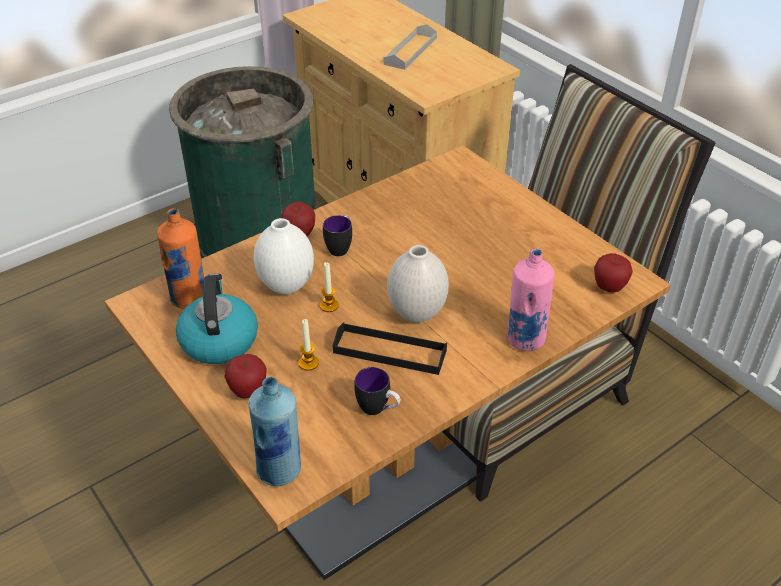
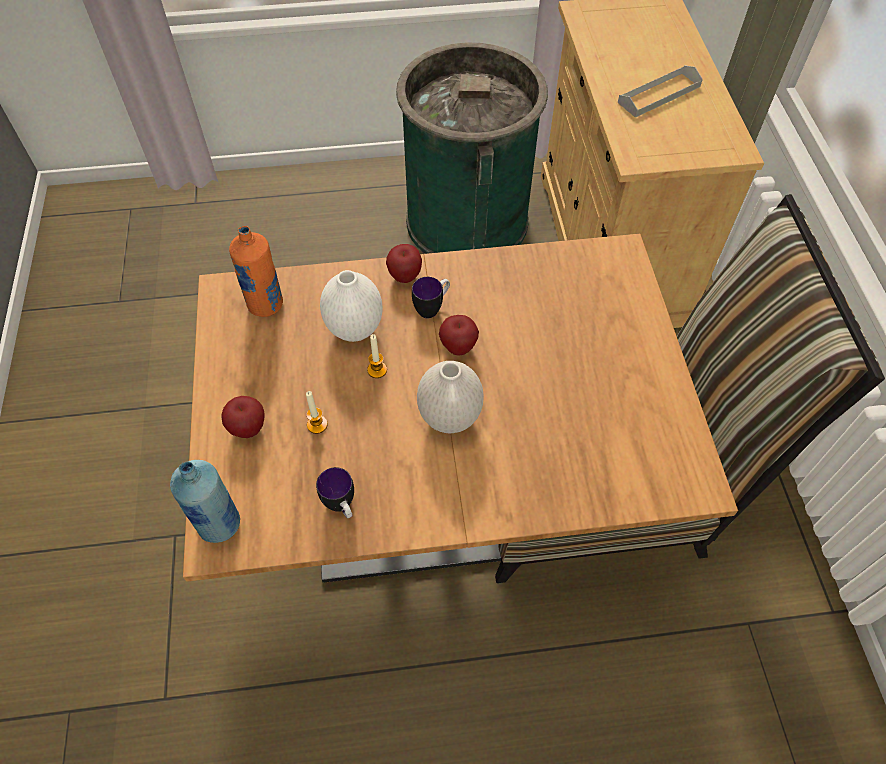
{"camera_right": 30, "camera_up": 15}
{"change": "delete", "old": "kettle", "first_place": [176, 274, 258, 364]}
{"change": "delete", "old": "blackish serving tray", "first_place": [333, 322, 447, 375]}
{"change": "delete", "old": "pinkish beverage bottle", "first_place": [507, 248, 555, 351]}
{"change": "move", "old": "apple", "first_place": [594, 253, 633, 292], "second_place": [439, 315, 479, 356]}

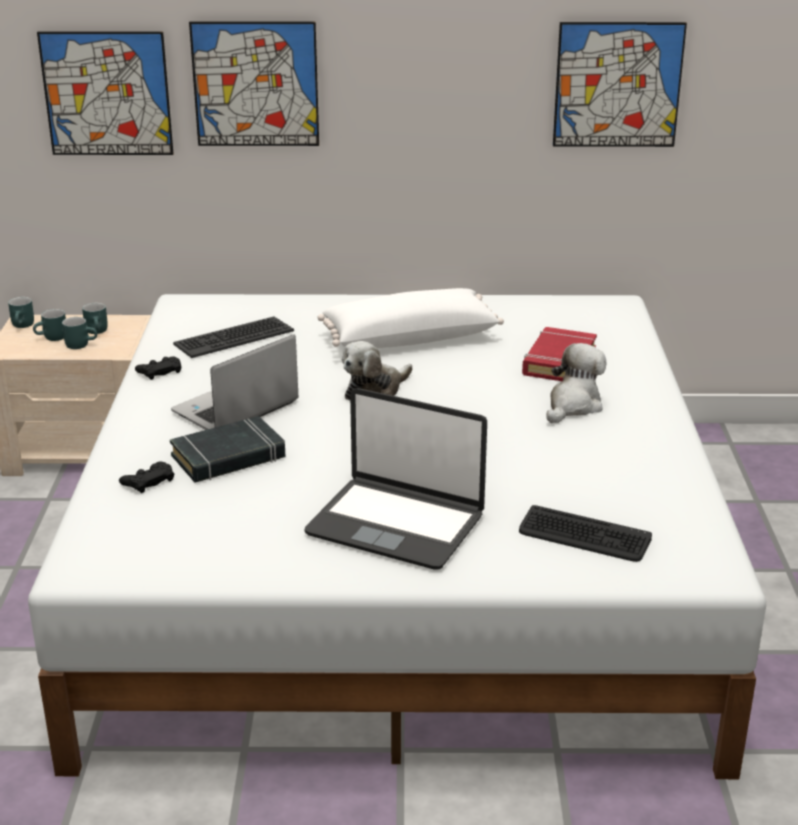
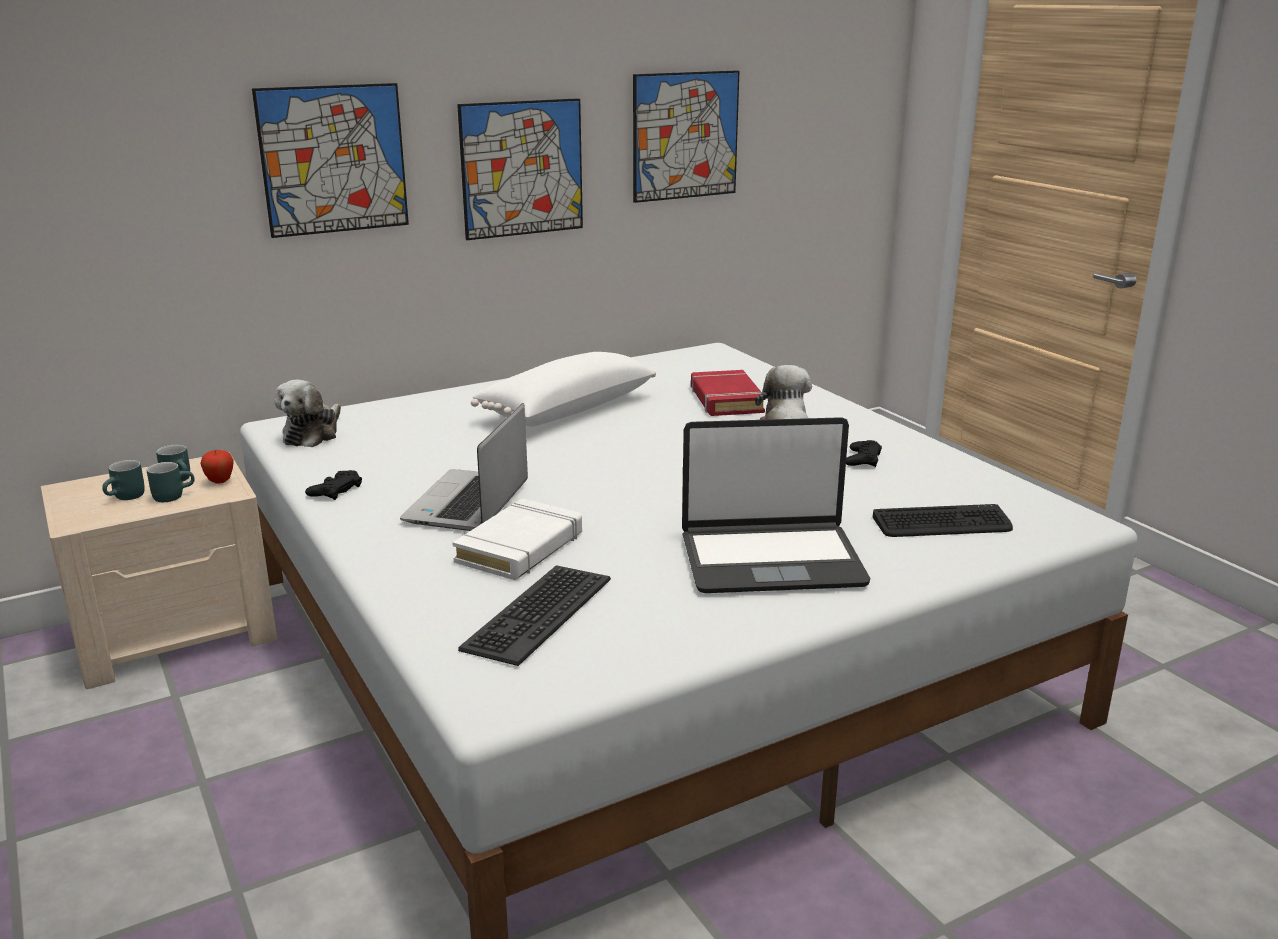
{"camera_right": -30, "camera_up": -5}
{"change": "delete", "old": "blue-green mug", "first_place": [8, 297, 34, 328]}
{"change": "move", "old": "wall art", "first_place": [37, 31, 174, 155], "second_place": [457, 98, 583, 240]}
{"change": "move", "old": "blackish gamepad", "first_place": [119, 461, 174, 493], "second_place": [846, 440, 882, 467]}
{"change": "recolor", "old": "blackish book", "new": "whitish book", "first_place": [170, 416, 286, 482], "second_place": [452, 498, 582, 580]}
{"change": "move", "old": "keyboard", "first_place": [173, 317, 294, 358], "second_place": [458, 565, 611, 666]}
{"change": "move", "old": "plush toy", "first_place": [342, 341, 413, 400], "second_place": [275, 379, 341, 447]}
{"change": "insert", "new": "apple", "second_place": [200, 450, 234, 483]}

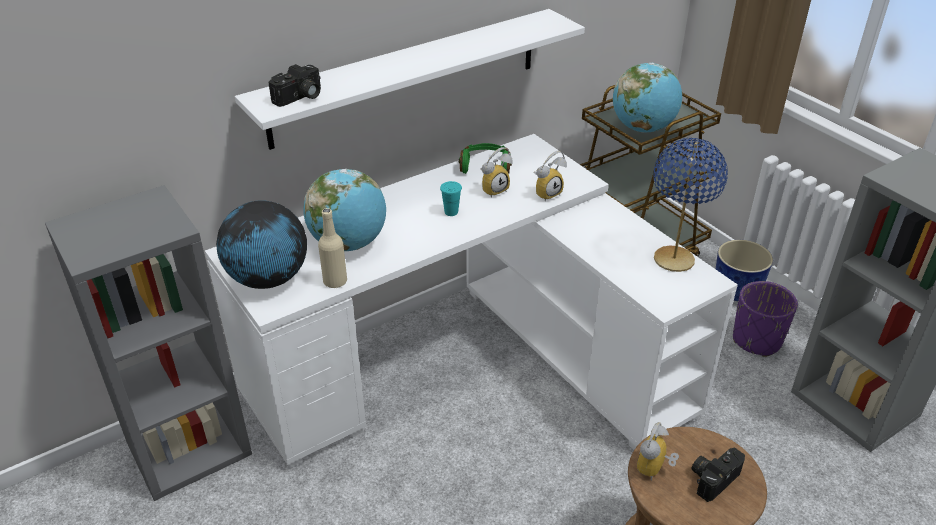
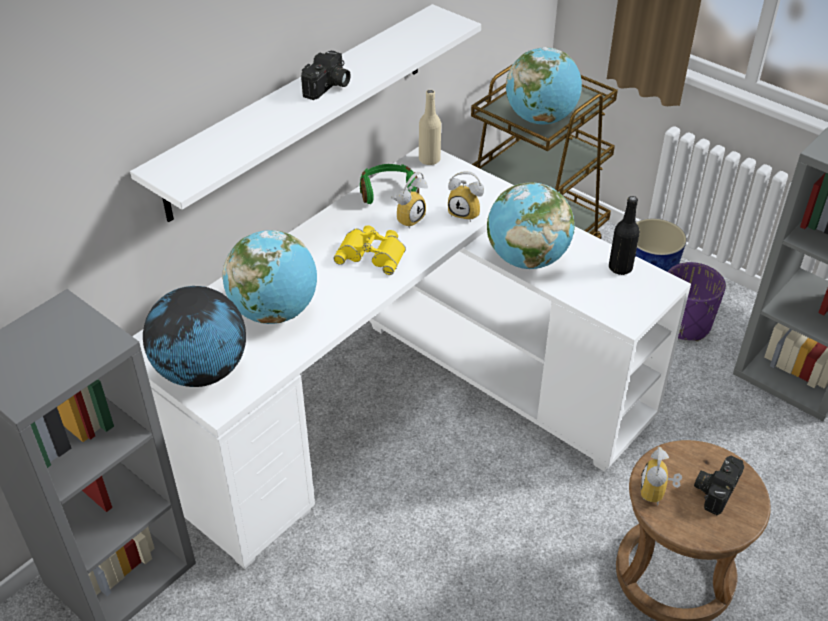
{"camera_right": -15, "camera_up": 5}
{"change": "move", "old": "photo camera", "first_place": [269, 64, 321, 107], "second_place": [301, 51, 351, 100]}
{"change": "move", "old": "sand-coloured beverage bottle", "first_place": [318, 208, 347, 288], "second_place": [419, 90, 441, 165]}
{"change": "replace", "old": "blue-green small cup", "new": "yellow field glasses", "first_place": [440, 181, 462, 216], "second_place": [333, 225, 406, 275]}
{"change": "rotate", "old": "table clock", "first_place": [534, 151, 567, 202], "second_place": [448, 171, 484, 222], "degrees": 75}
{"change": "replace", "old": "blue table lamp", "new": "blackish beverage bottle", "first_place": [653, 138, 728, 272], "second_place": [609, 196, 640, 275]}
{"change": "insert", "new": "world globe", "second_place": [487, 182, 575, 269]}

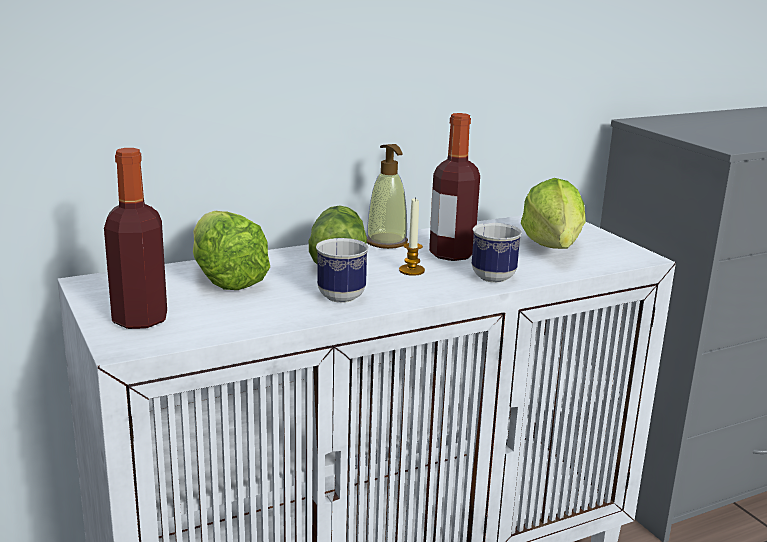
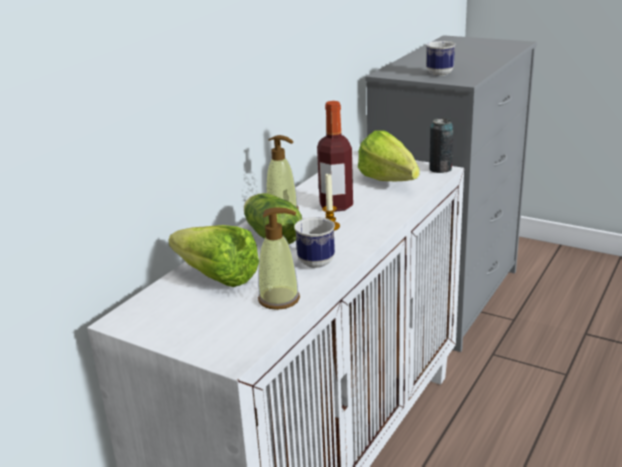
{"camera_right": -30, "camera_up": 5}
{"change": "delete", "old": "beverage bottle", "first_place": [104, 148, 167, 329]}
{"change": "move", "old": "mug", "first_place": [472, 223, 522, 283], "second_place": [426, 41, 456, 76]}
{"change": "insert", "new": "liquid soap bottle", "second_place": [258, 207, 300, 310]}
{"change": "insert", "new": "can", "second_place": [429, 118, 453, 173]}

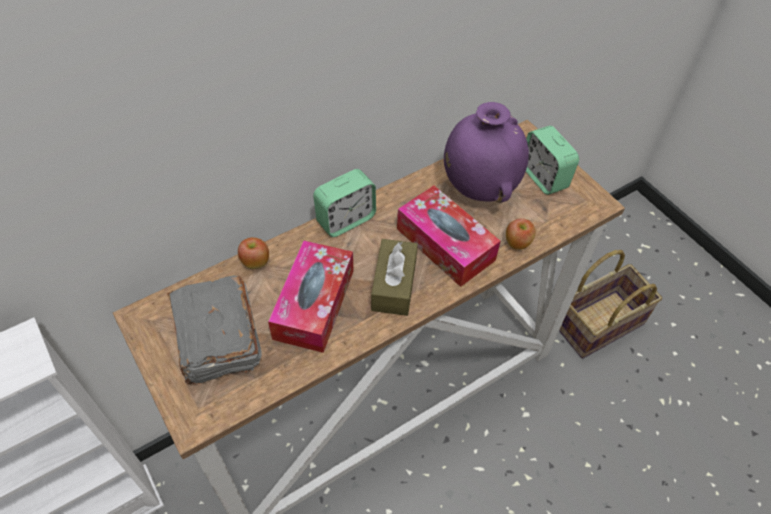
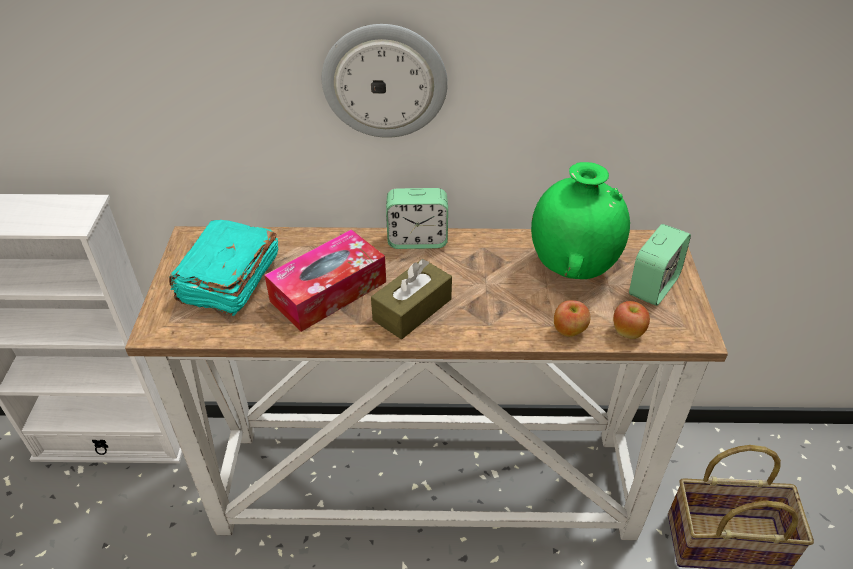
{"camera_right": 35, "camera_up": -10}
{"change": "recolor", "old": "gray book", "new": "blue-green book", "first_place": [167, 275, 262, 385], "second_place": [169, 220, 279, 316]}
{"change": "move", "old": "apple", "first_place": [238, 237, 269, 269], "second_place": [613, 301, 650, 339]}
{"change": "delete", "old": "tissue box", "first_place": [397, 186, 501, 287]}
{"change": "recolor", "old": "purplish vase", "new": "green vase", "first_place": [444, 102, 529, 203], "second_place": [531, 162, 630, 279]}
{"change": "rotate", "old": "table clock", "first_place": [526, 126, 579, 195], "second_place": [629, 224, 691, 306], "degrees": -150}
{"change": "insert", "new": "hanging clock", "second_place": [322, 24, 448, 138]}

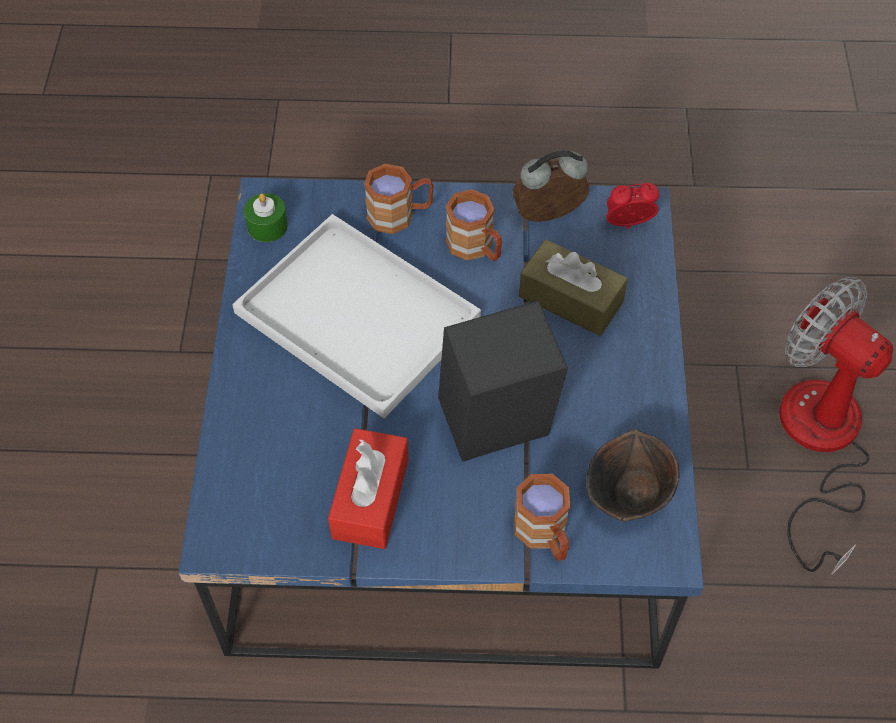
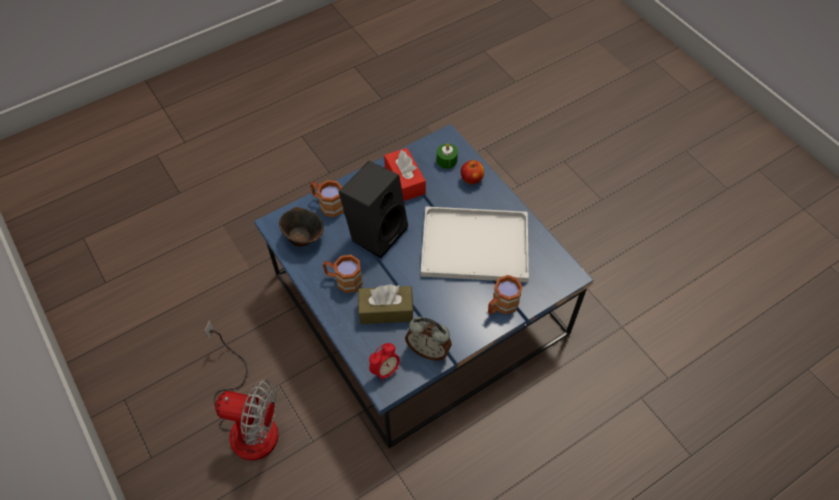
{"camera_right": 145, "camera_up": 0}
{"change": "move", "old": "green wax candle", "first_place": [244, 193, 288, 242], "second_place": [437, 144, 458, 169]}
{"change": "move", "old": "brown mug", "first_place": [446, 189, 502, 261], "second_place": [323, 255, 363, 293]}
{"change": "rotate", "old": "table clock", "first_place": [513, 150, 589, 222], "second_place": [405, 317, 452, 361], "degrees": 75}
{"change": "insert", "new": "apple", "second_place": [461, 160, 484, 184]}

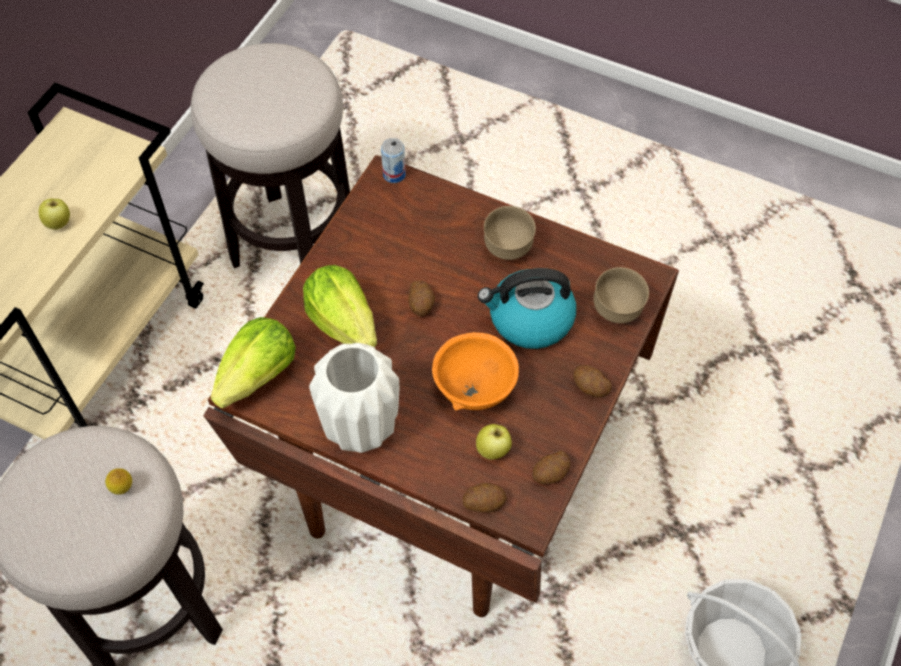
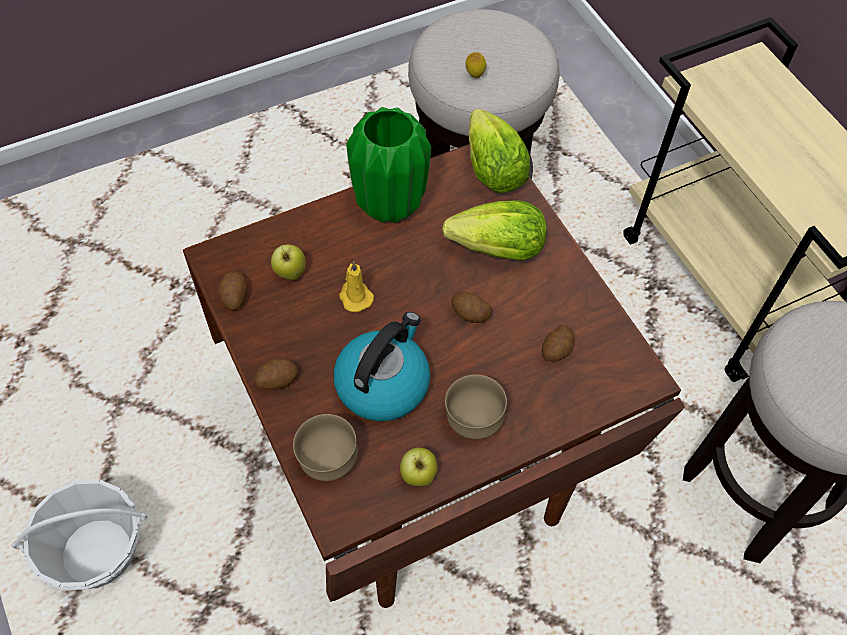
{"camera_right": 125, "camera_up": 0}
{"change": "move", "old": "apple", "first_place": [39, 199, 70, 230], "second_place": [400, 448, 438, 486]}
{"change": "recolor", "old": "whitish vase", "new": "green vase", "first_place": [309, 343, 399, 453], "second_place": [346, 107, 431, 223]}
{"change": "delete", "old": "can", "first_place": [381, 138, 406, 183]}
{"change": "replace", "old": "orange-coloured deep dish", "new": "yellow wax candle", "first_place": [432, 332, 519, 411], "second_place": [339, 261, 374, 312]}
{"change": "move", "old": "potato", "first_place": [463, 483, 507, 512], "second_place": [542, 325, 575, 362]}

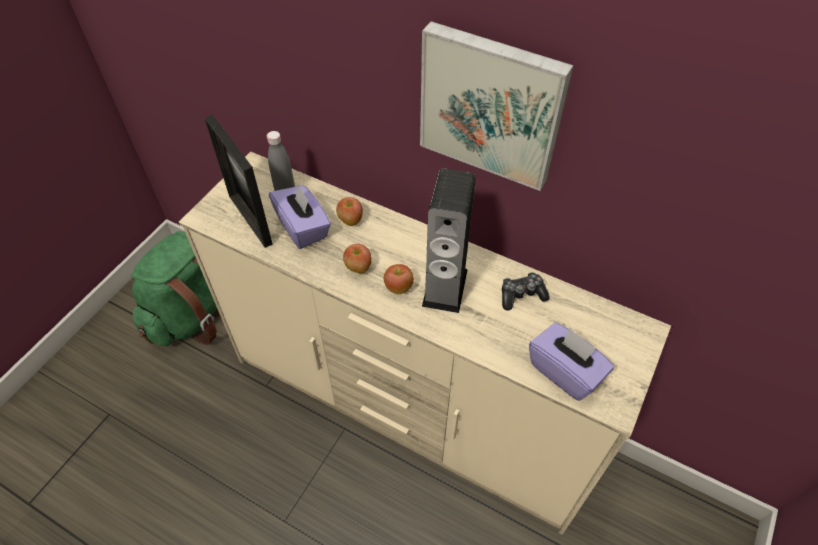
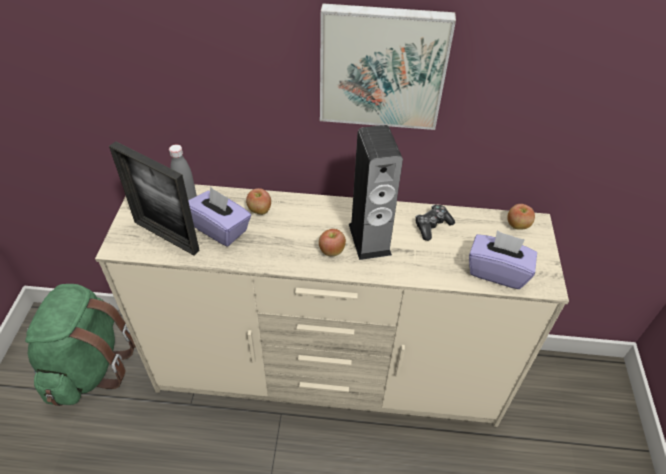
{"camera_right": -25, "camera_up": -5}
{"change": "move", "old": "apple", "first_place": [343, 244, 372, 273], "second_place": [507, 204, 535, 229]}

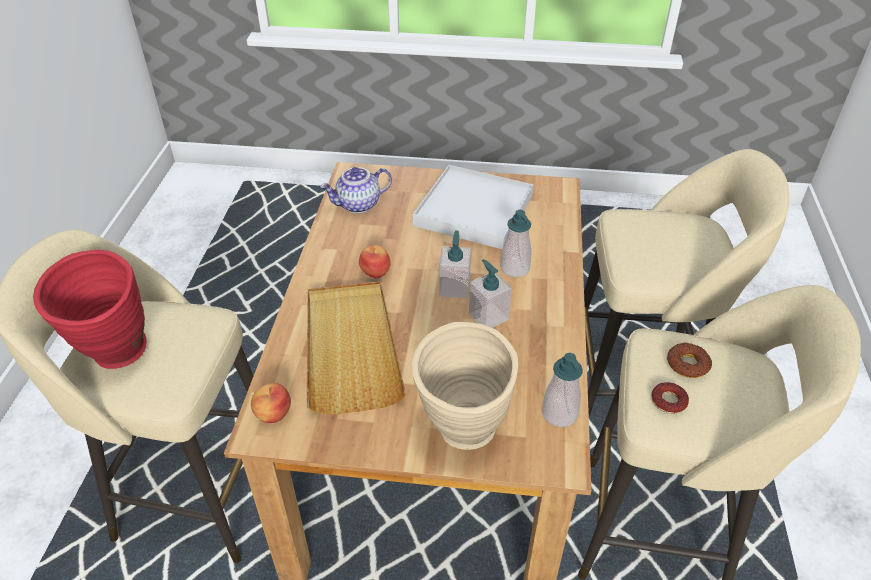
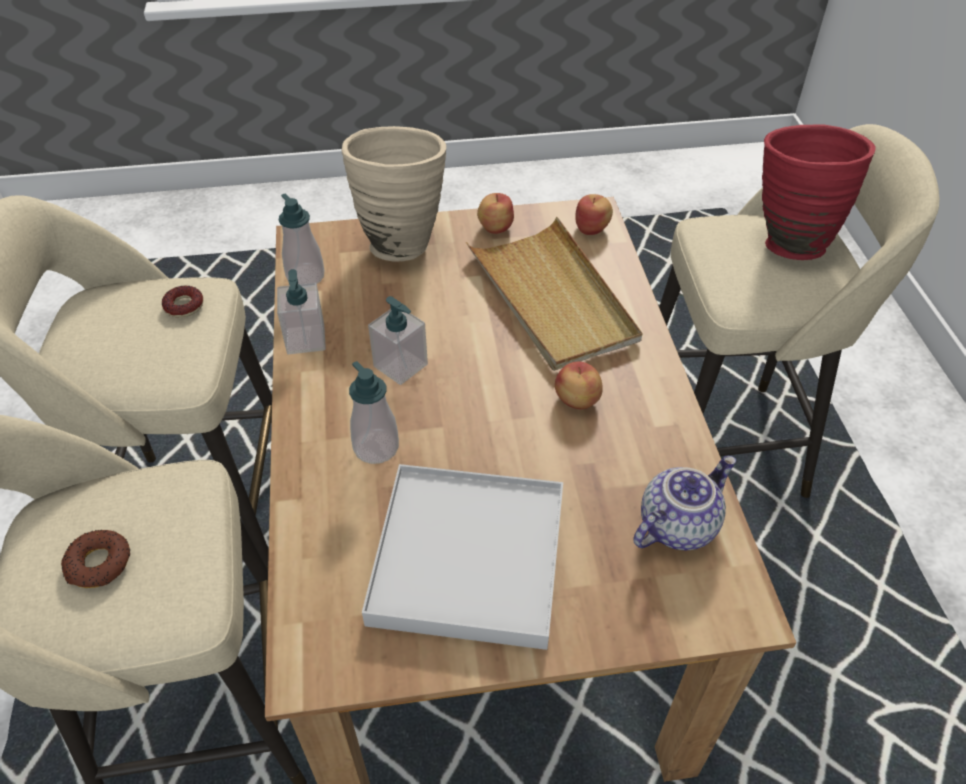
{"camera_right": 165, "camera_up": 5}
{"change": "move", "old": "liquid soap bottle", "first_place": [439, 230, 471, 298], "second_place": [277, 269, 326, 354]}
{"change": "move", "old": "doughnut", "first_place": [667, 342, 712, 378], "second_place": [61, 530, 130, 588]}
{"change": "insert", "new": "apple", "second_place": [477, 193, 514, 234]}

